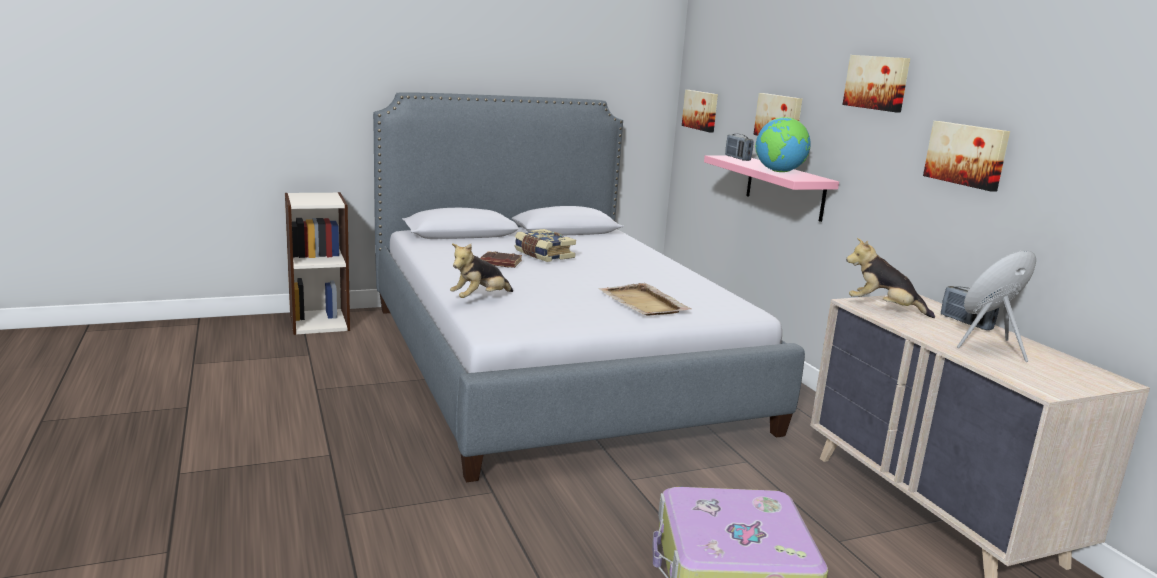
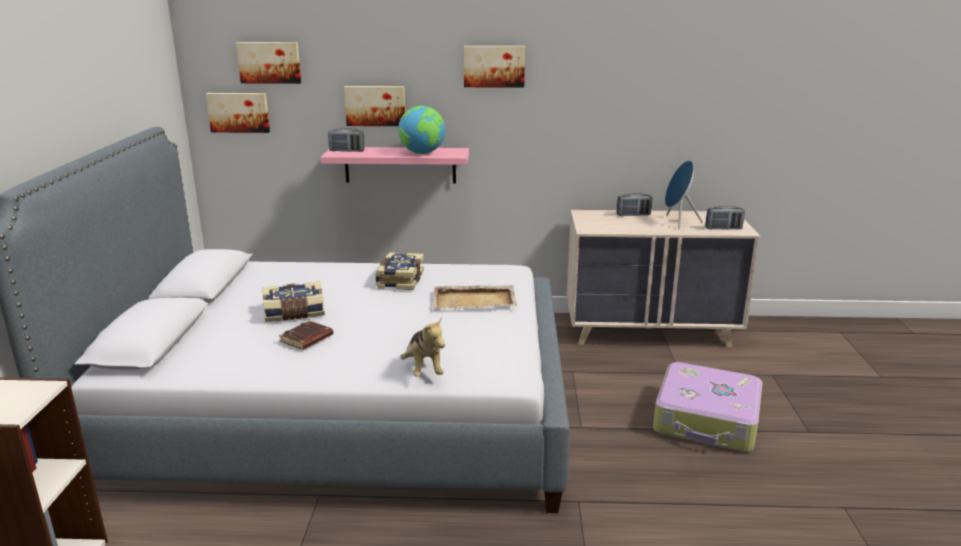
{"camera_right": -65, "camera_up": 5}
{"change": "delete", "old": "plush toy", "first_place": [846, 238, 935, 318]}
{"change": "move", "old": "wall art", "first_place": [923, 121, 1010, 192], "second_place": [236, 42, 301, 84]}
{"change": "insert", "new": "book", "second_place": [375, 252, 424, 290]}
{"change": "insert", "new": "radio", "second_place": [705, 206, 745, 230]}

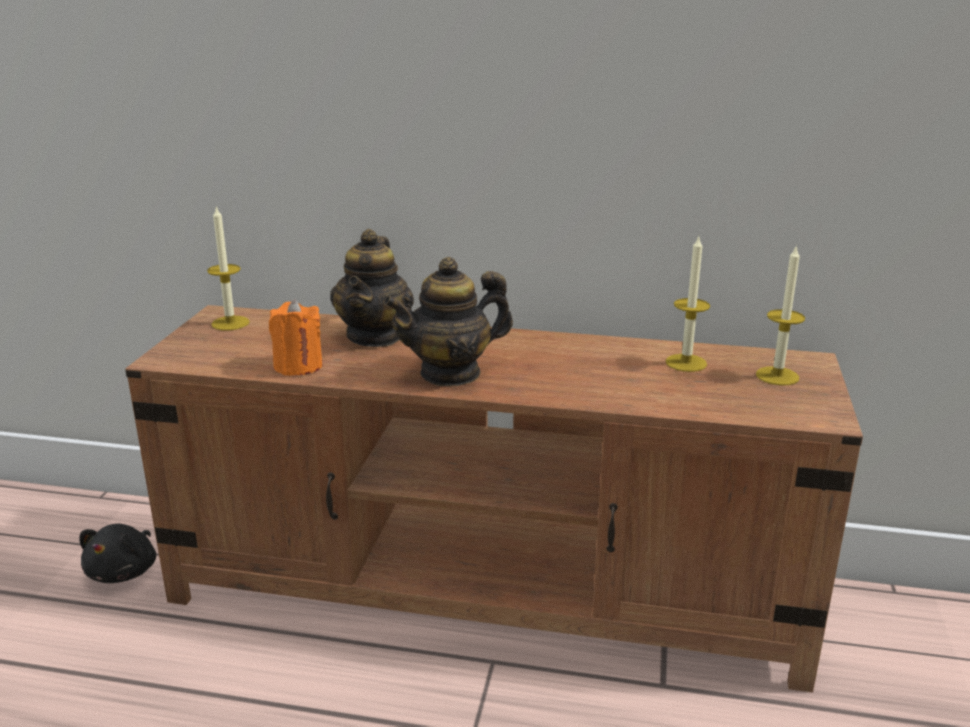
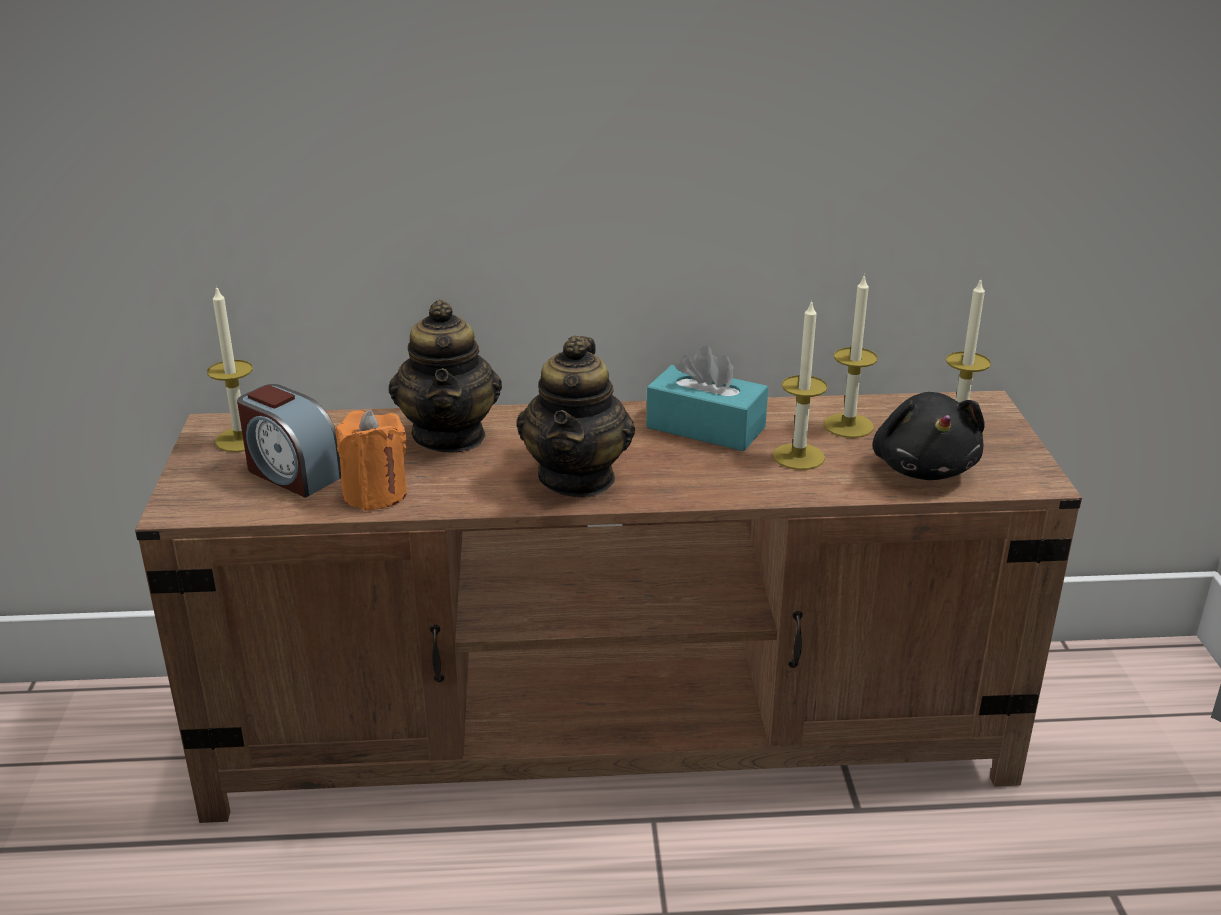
{"camera_right": -15, "camera_up": 5}
{"change": "move", "old": "blackish plush toy", "first_place": [79, 524, 156, 583], "second_place": [873, 392, 985, 480]}
{"change": "rotate", "old": "pot for tea", "first_place": [384, 257, 513, 386], "second_place": [517, 336, 635, 497], "degrees": -45}
{"change": "insert", "new": "table clock", "second_place": [237, 384, 341, 498]}
{"change": "insert", "new": "blue-green tissue box", "second_place": [646, 346, 768, 451]}
{"change": "insert", "new": "wax candle", "second_place": [773, 300, 828, 470]}

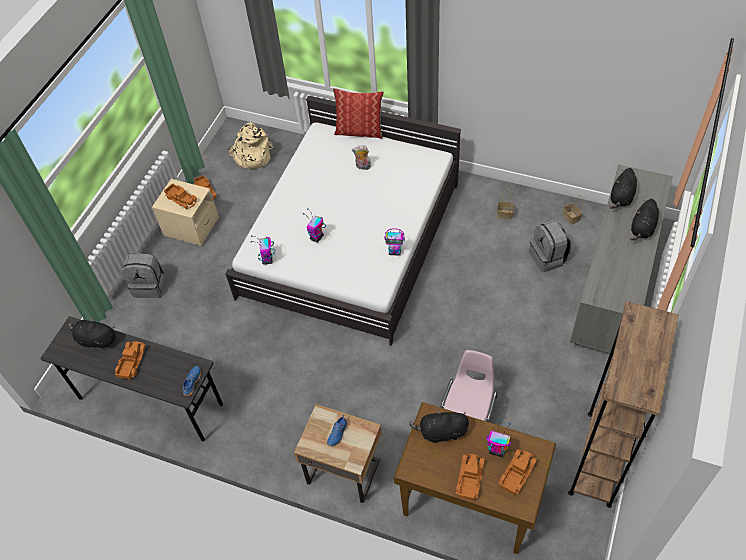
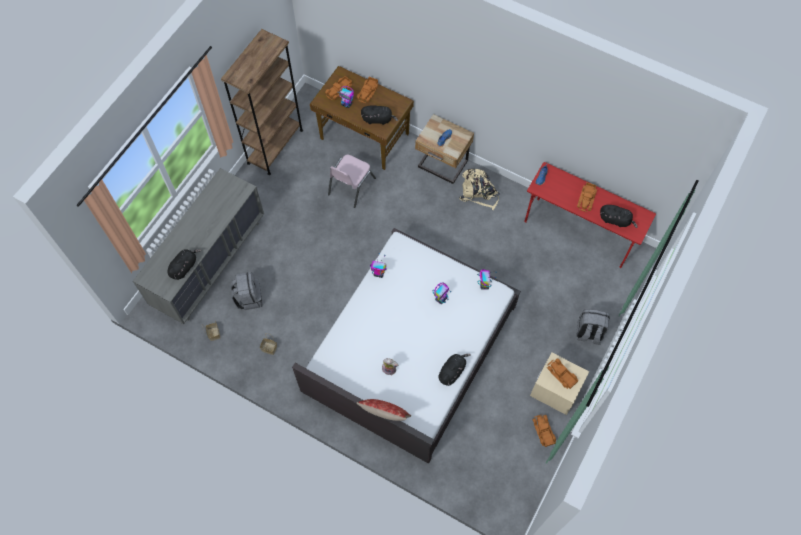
{"camera_right": -175, "camera_up": 10}
{"change": "recolor", "old": "gray desk unit", "new": "reddish desk unit", "first_place": [40, 316, 223, 442], "second_place": [524, 162, 656, 268]}
{"change": "move", "old": "sand-coloured backpack", "first_place": [228, 123, 274, 169], "second_place": [459, 169, 500, 210]}
{"change": "move", "old": "blackish plush toy", "first_place": [630, 199, 659, 241], "second_place": [439, 354, 471, 386]}

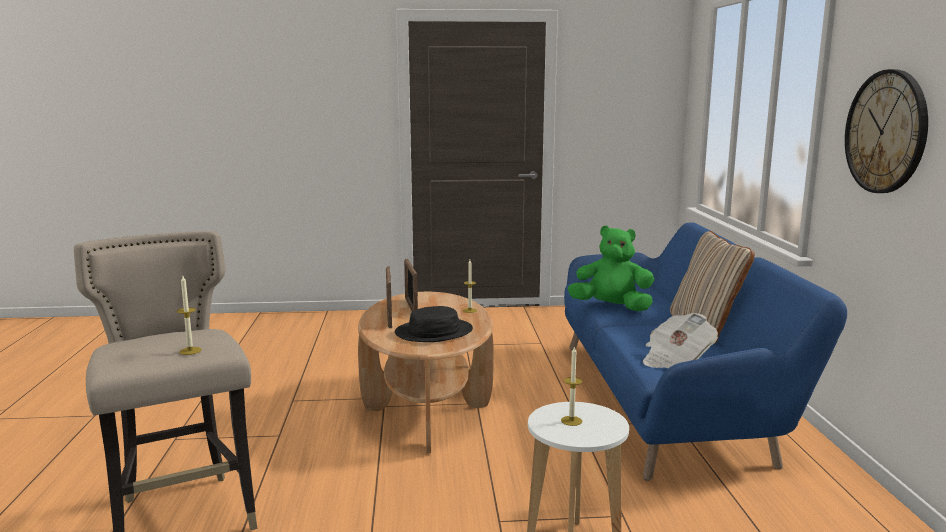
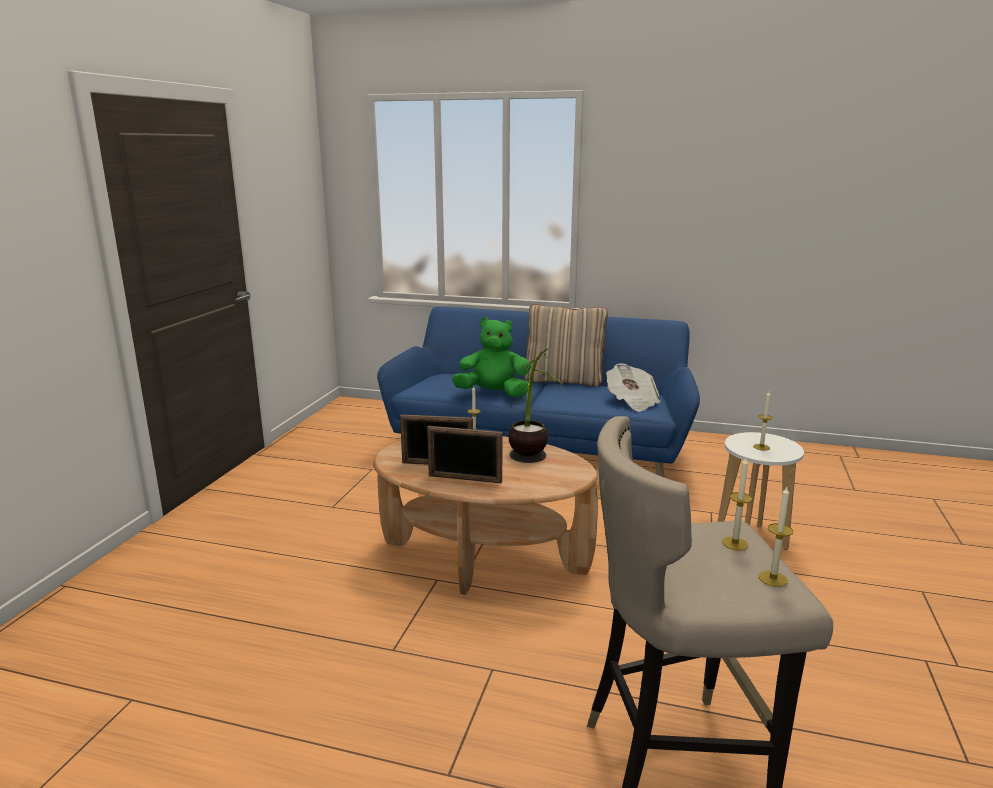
{"camera_right": -70, "camera_up": 5}
{"change": "replace", "old": "blackish hat", "new": "houseplant", "first_place": [395, 306, 473, 342], "second_place": [509, 348, 565, 463]}
{"change": "rotate", "old": "green plush toy", "first_place": [568, 226, 654, 311], "second_place": [452, 317, 531, 397], "degrees": 60}
{"change": "delete", "old": "hanging clock", "first_place": [845, 69, 928, 193]}
{"change": "insert", "new": "wax candle", "second_place": [759, 487, 793, 587]}

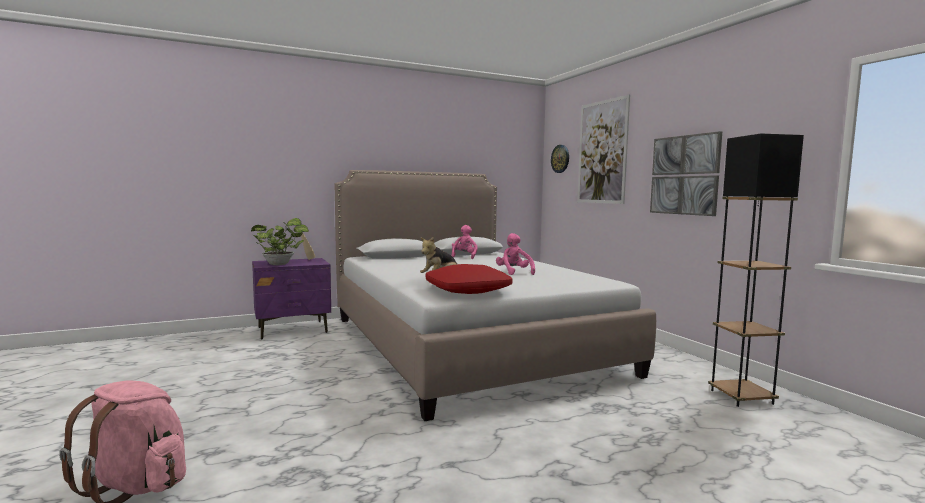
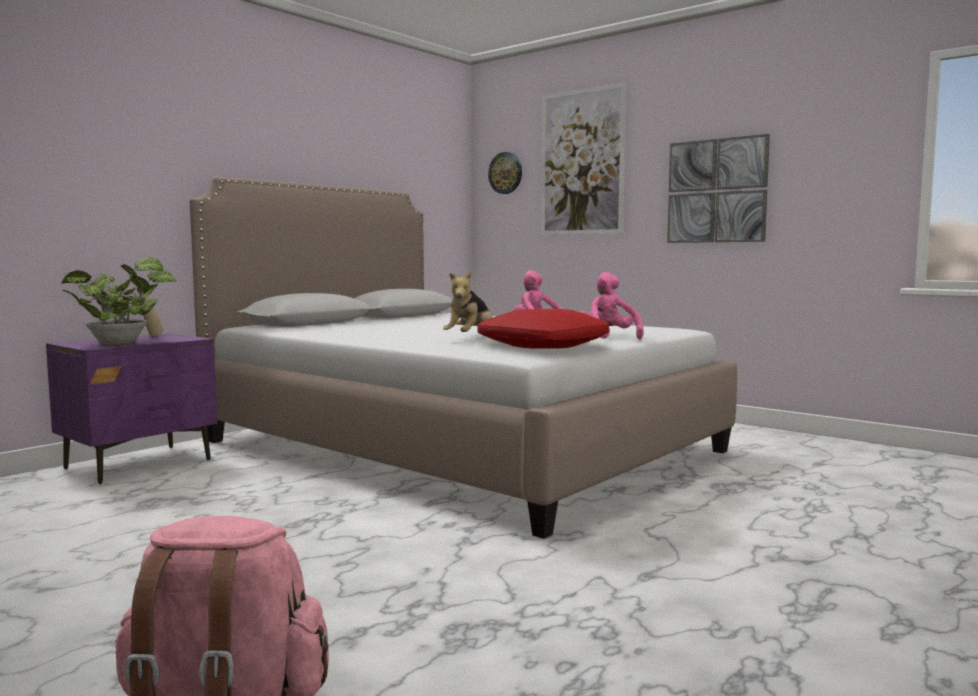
{"camera_right": -25, "camera_up": 0}
{"change": "move", "old": "pinkish plush toy", "first_place": [451, 225, 478, 259], "second_place": [581, 272, 644, 340]}
{"change": "delete", "old": "blackish standing lamp", "first_place": [708, 134, 804, 407]}

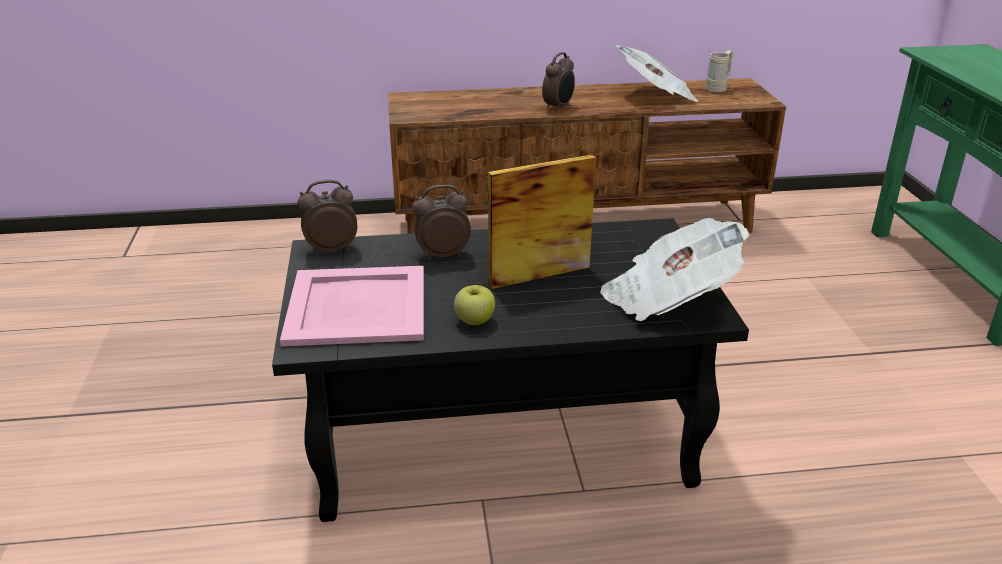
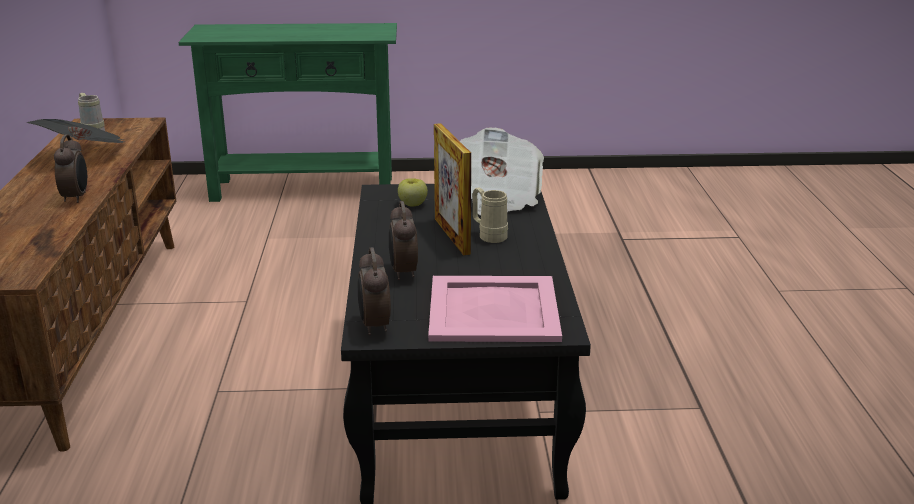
{"camera_right": -85, "camera_up": -5}
{"change": "move", "old": "apple", "first_place": [454, 285, 495, 325], "second_place": [398, 178, 428, 206]}
{"change": "rotate", "old": "table clock", "first_place": [542, 52, 575, 112], "second_place": [54, 134, 87, 203], "degrees": 45}
{"change": "insert", "new": "sand-coloured mug", "second_place": [472, 187, 508, 243]}

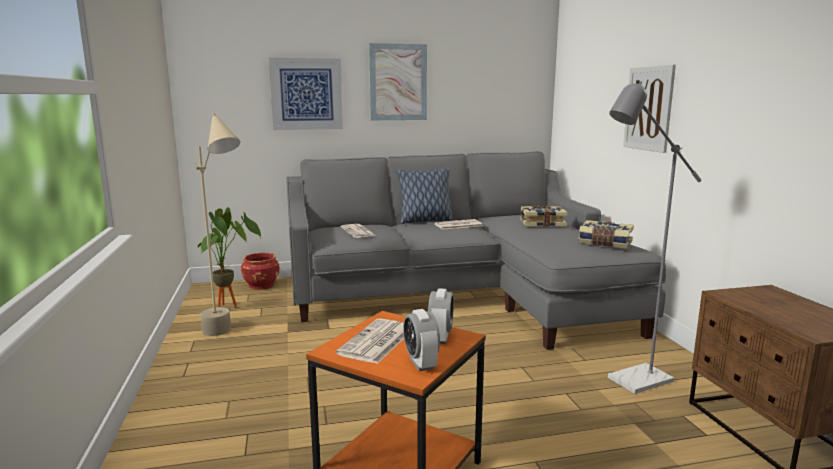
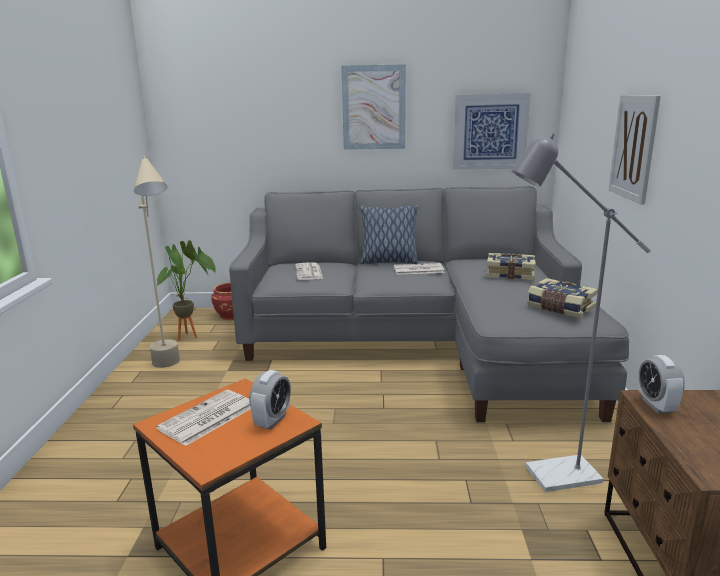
{"camera_right": 15, "camera_up": 5}
{"change": "move", "old": "wall art", "first_place": [269, 58, 343, 130], "second_place": [453, 93, 531, 170]}
{"change": "move", "old": "table clock", "first_place": [403, 309, 440, 371], "second_place": [638, 355, 685, 414]}

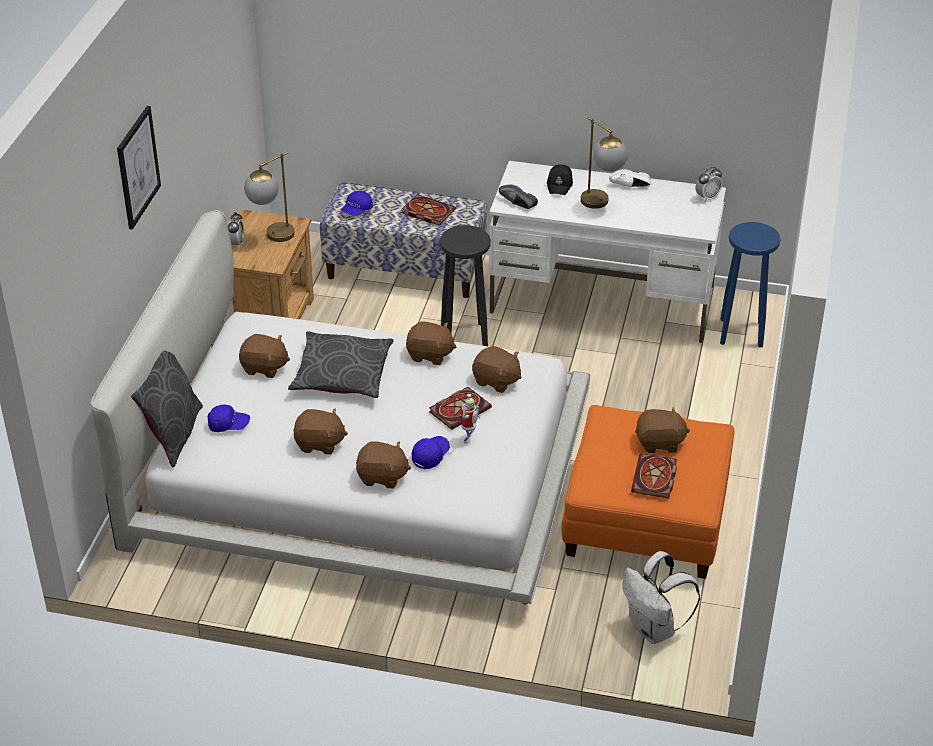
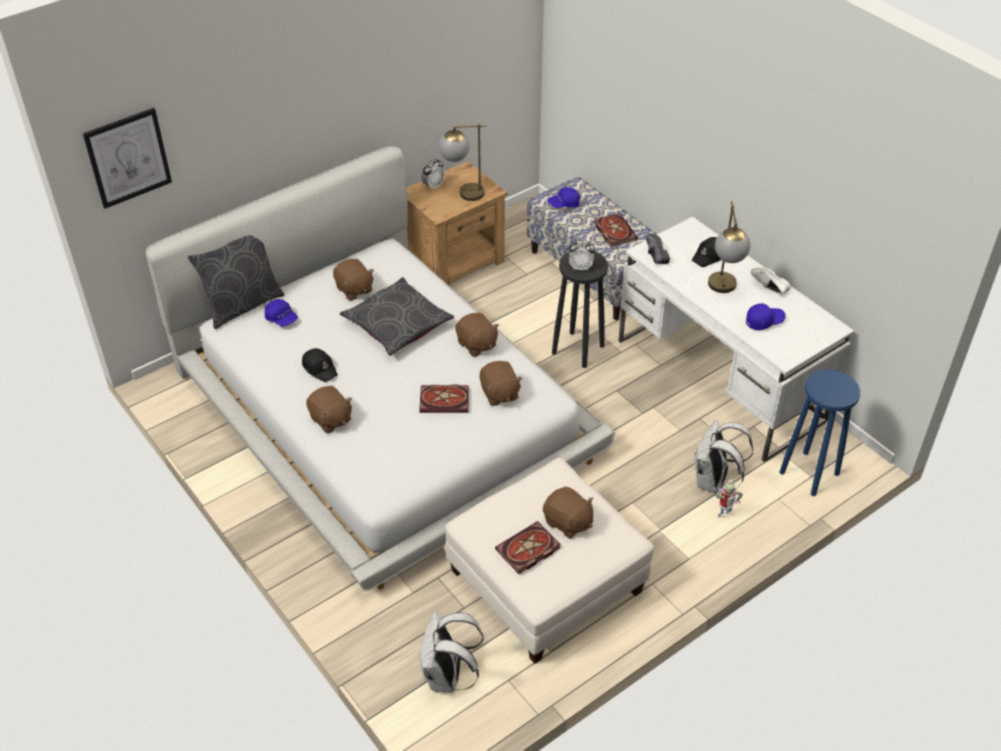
{"camera_right": 40, "camera_up": 5}
{"change": "move", "old": "wall art", "first_place": [117, 106, 161, 230], "second_place": [83, 108, 172, 209]}
{"change": "replace", "old": "brown plush toy", "new": "blackish peaked cap", "first_place": [293, 408, 348, 455], "second_place": [302, 348, 338, 382]}
{"change": "move", "old": "blue peaked cap", "first_place": [412, 436, 450, 469], "second_place": [746, 303, 785, 330]}
{"change": "move", "old": "robot figure", "first_place": [461, 394, 480, 444], "second_place": [716, 479, 743, 517]}
{"change": "recolor", "old": "orange-coloured ottoman", "new": "whitish ottoman", "first_place": [561, 405, 735, 579], "second_place": [445, 458, 654, 664]}
{"change": "move", "old": "table clock", "first_place": [696, 167, 722, 202], "second_place": [569, 240, 595, 270]}
{"change": "insert", "new": "whitish backpack", "second_place": [695, 419, 754, 493]}

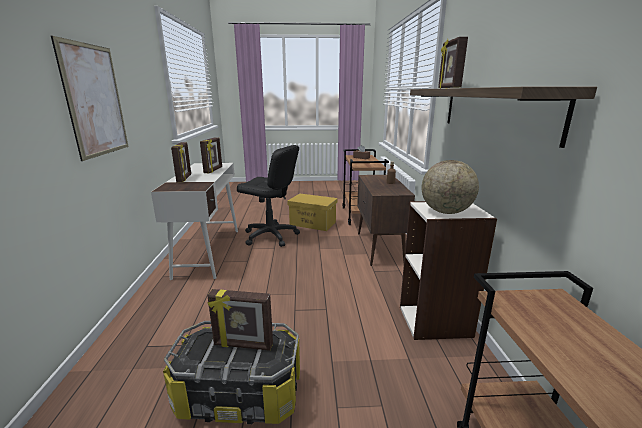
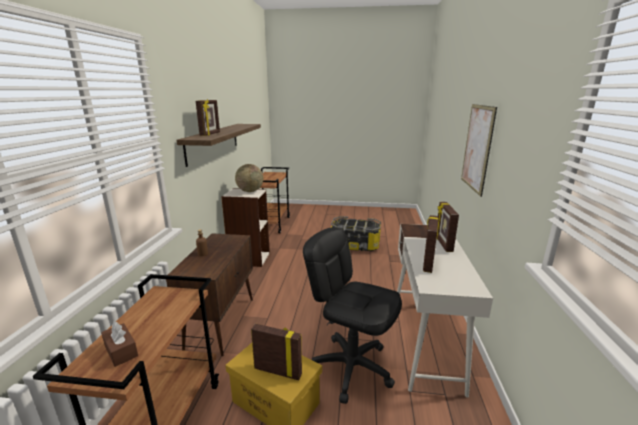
{"camera_right": -170, "camera_up": 0}
{"change": "move", "old": "standing frame", "first_place": [207, 289, 273, 351], "second_place": [251, 324, 302, 380]}

